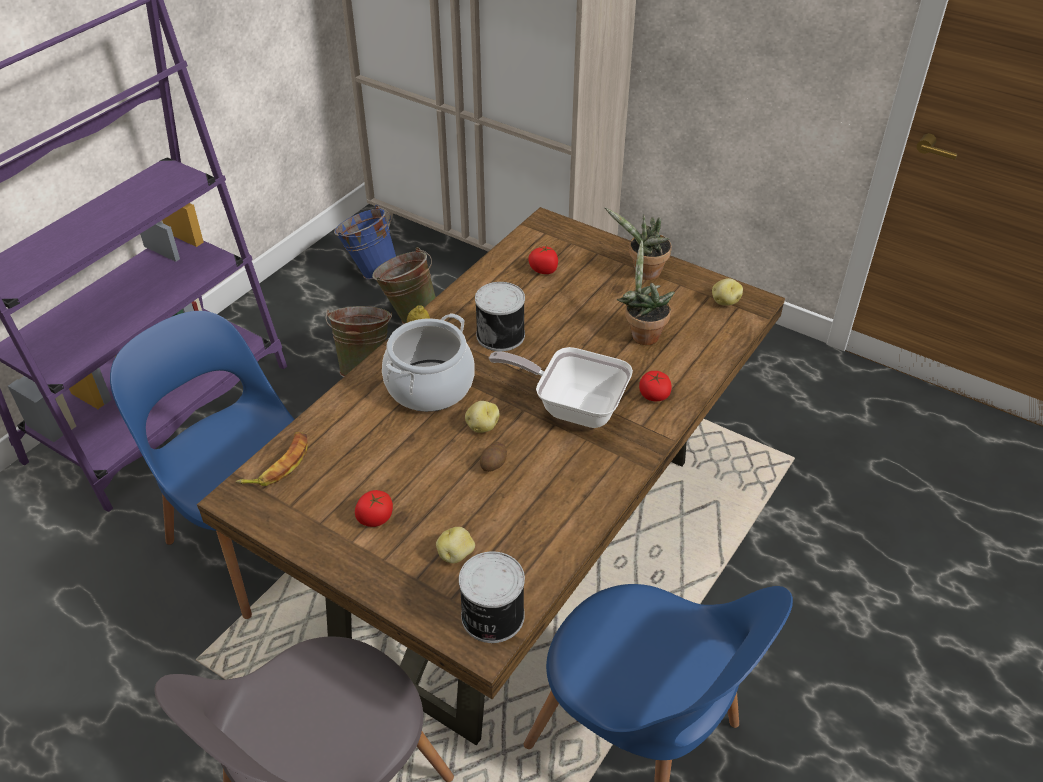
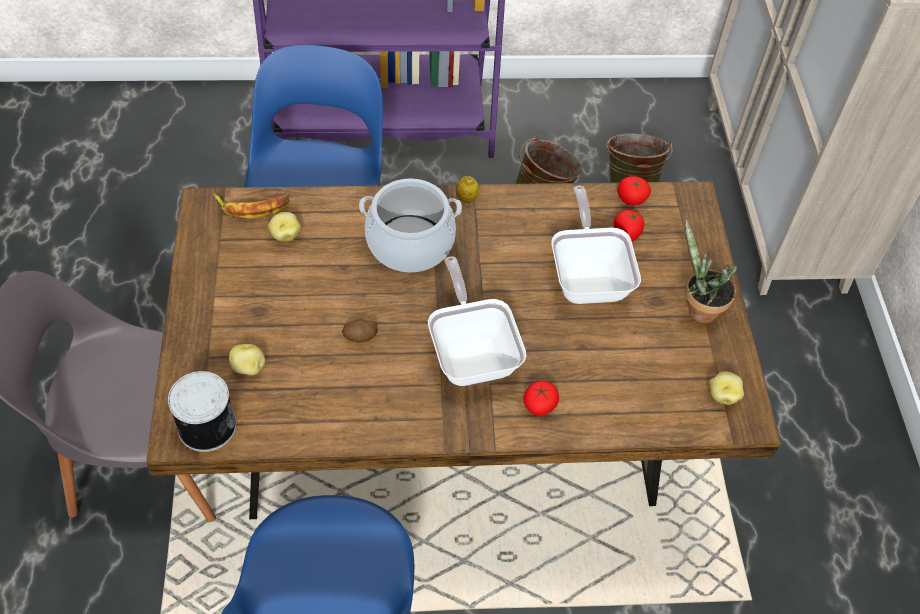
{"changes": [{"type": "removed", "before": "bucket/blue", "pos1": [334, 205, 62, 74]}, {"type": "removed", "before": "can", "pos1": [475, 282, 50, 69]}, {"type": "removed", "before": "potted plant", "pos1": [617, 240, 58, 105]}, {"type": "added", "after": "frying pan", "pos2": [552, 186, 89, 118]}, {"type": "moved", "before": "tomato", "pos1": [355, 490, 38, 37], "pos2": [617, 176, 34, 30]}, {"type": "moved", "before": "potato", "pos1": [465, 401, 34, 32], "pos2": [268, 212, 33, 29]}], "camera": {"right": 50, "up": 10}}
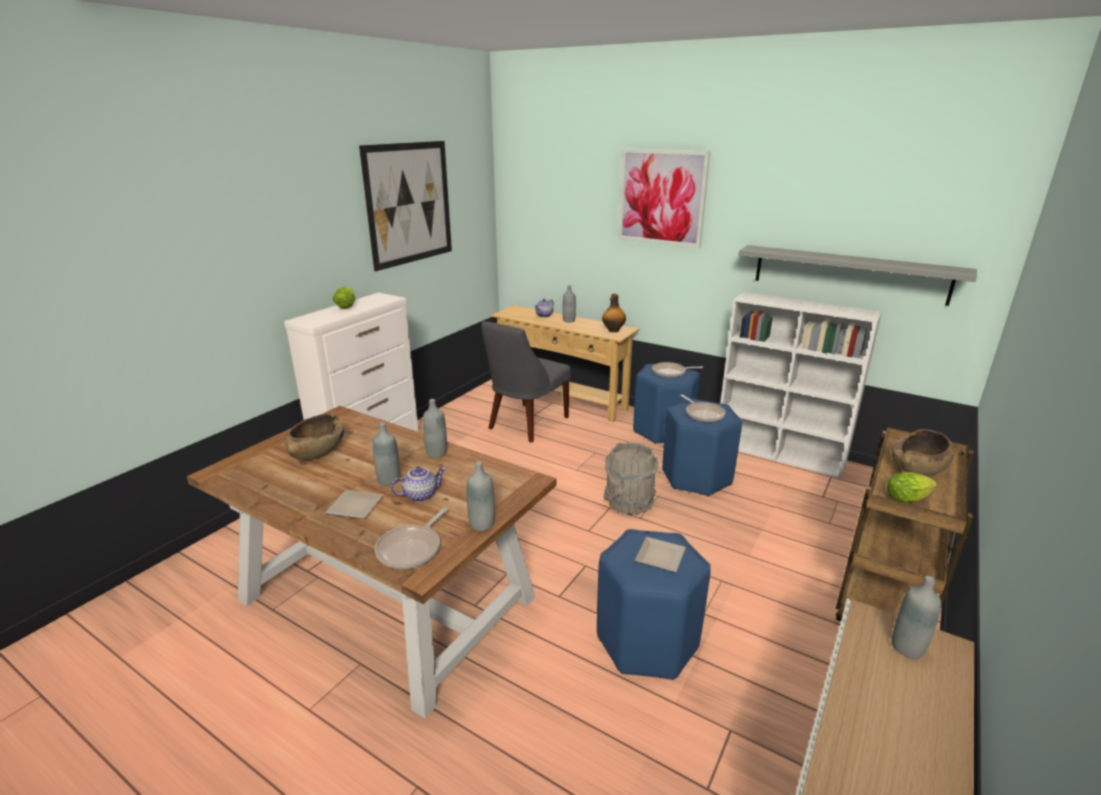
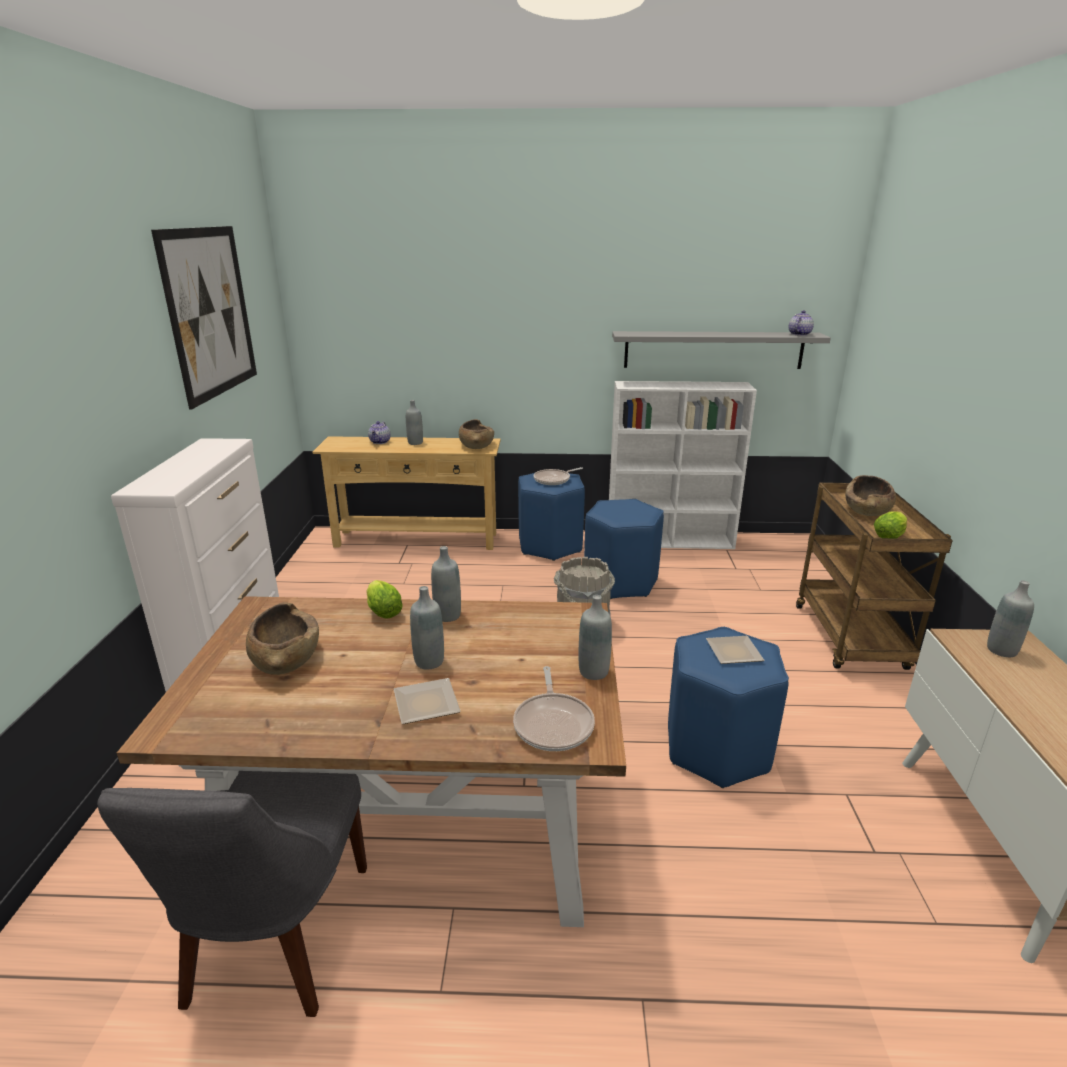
{"changes": [{"type": "removed", "before": "picture", "pos1": [618, 148, 92, 100]}, {"type": "removed", "before": "frying pan", "pos1": [680, 395, 45, 27]}, {"type": "moved", "before": "lettuce", "pos1": [333, 286, 22, 23], "pos2": [366, 580, 37, 39]}, {"type": "moved", "before": "teapot", "pos1": [391, 467, 55, 35], "pos2": [789, 310, 25, 26]}, {"type": "moved", "before": "chair/grey", "pos1": [481, 321, 90, 121], "pos2": [97, 771, 270, 246]}, {"type": "replaced", "before": "bottle", "after": "bowl/brown", "pos1": [602, 294, 24, 38], "pos2": [459, 419, 35, 30]}], "camera": {"right": -30, "up": 0}}
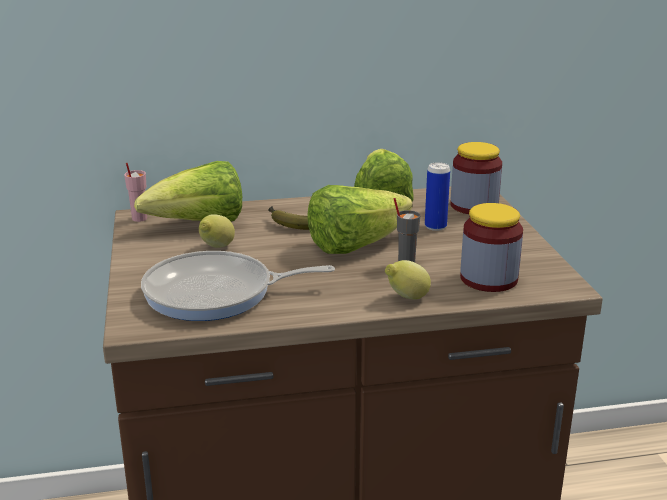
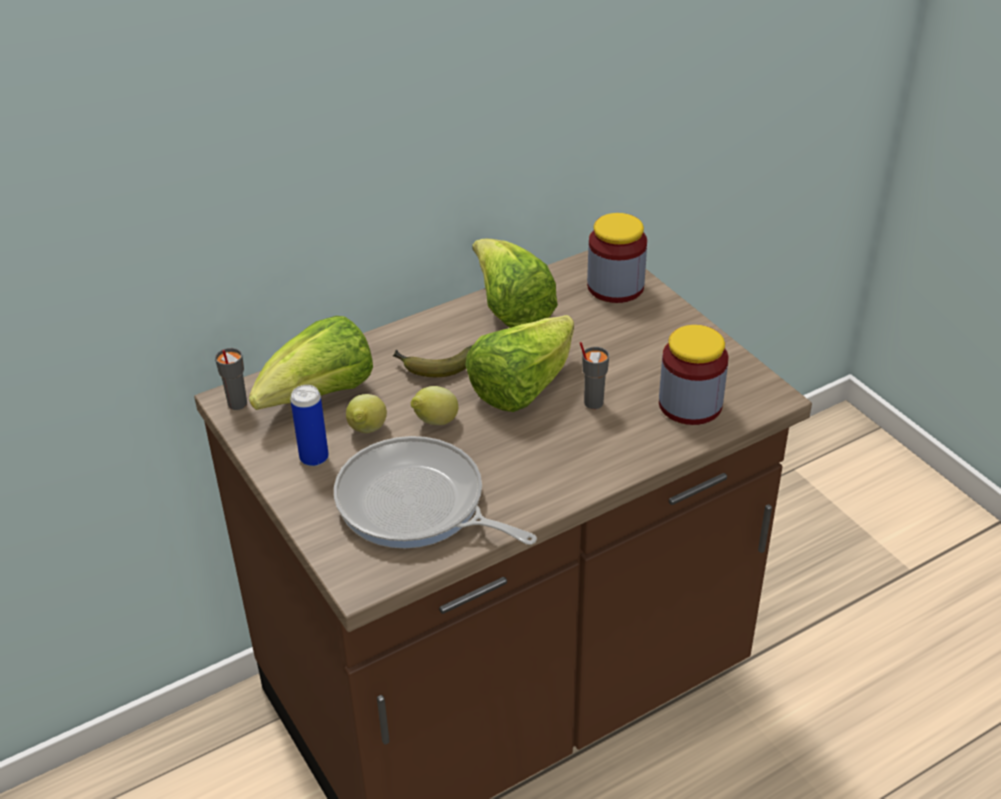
{"changes": [{"type": "moved", "before": "lemon", "pos1": [385, 260, 46, 39], "pos2": [411, 386, 47, 39]}, {"type": "moved", "before": "can", "pos1": [425, 162, 25, 69], "pos2": [290, 385, 39, 82]}, {"type": "recoloured", "before": "cup/pink", "after": "cup/grey", "pos1": [124, 163, 23, 59], "pos2": [215, 348, 32, 62]}, {"type": "turned", "before": "frying pan", "pos1": [141, 251, 194, 70], "pos2": [334, 436, 203, 112], "turn": 60}], "camera": {"right": -20, "up": 15}}
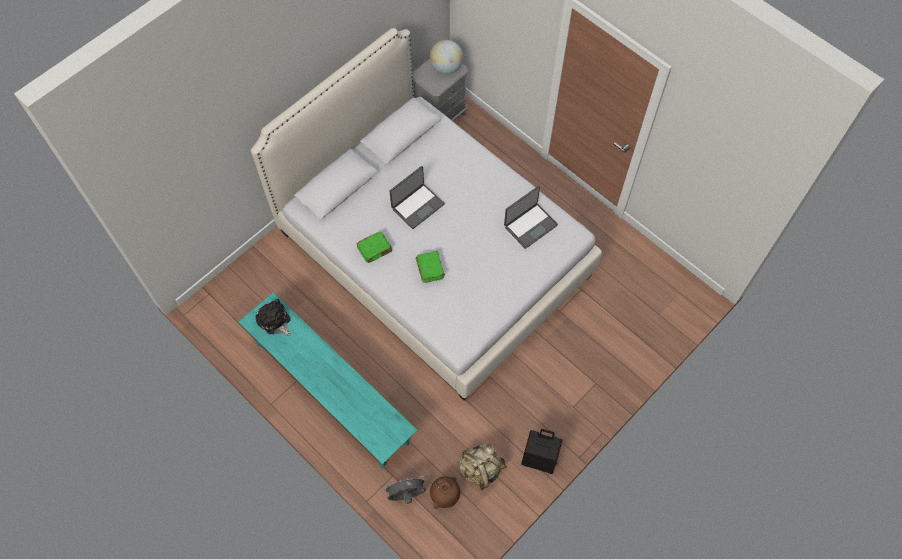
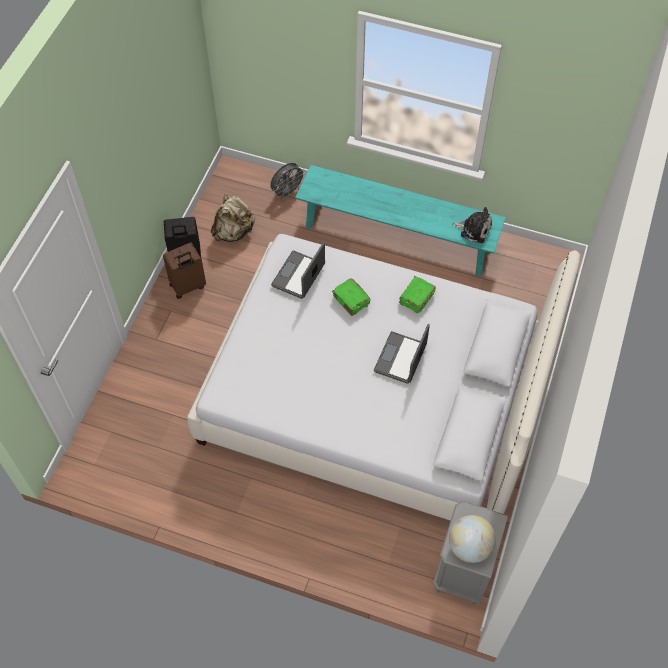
{"changes": [{"type": "removed", "before": "vase/brown", "pos1": [430, 476, 30, 33]}, {"type": "added", "after": "suitcase/brown", "pos2": [163, 243, 43, 56]}, {"type": "moved", "before": "laptop", "pos1": [504, 186, 54, 63], "pos2": [271, 242, 54, 57]}], "camera": {"right": 155, "up": -5}}
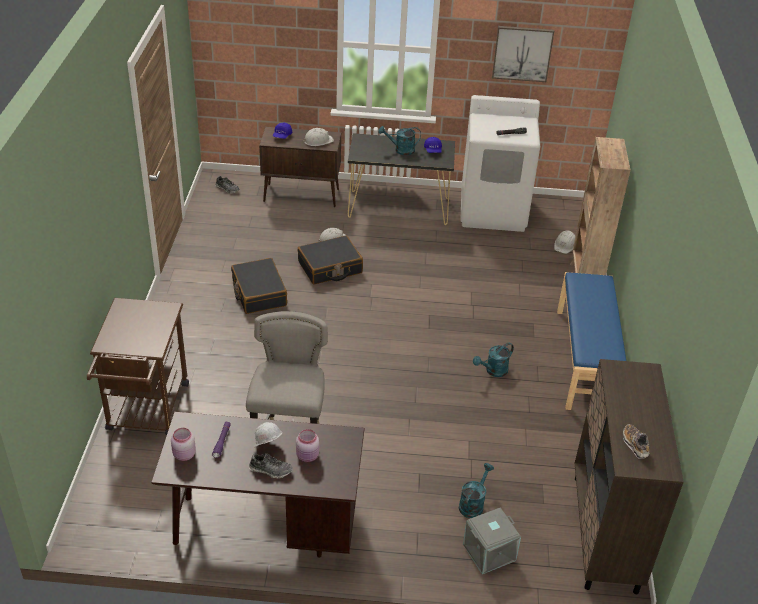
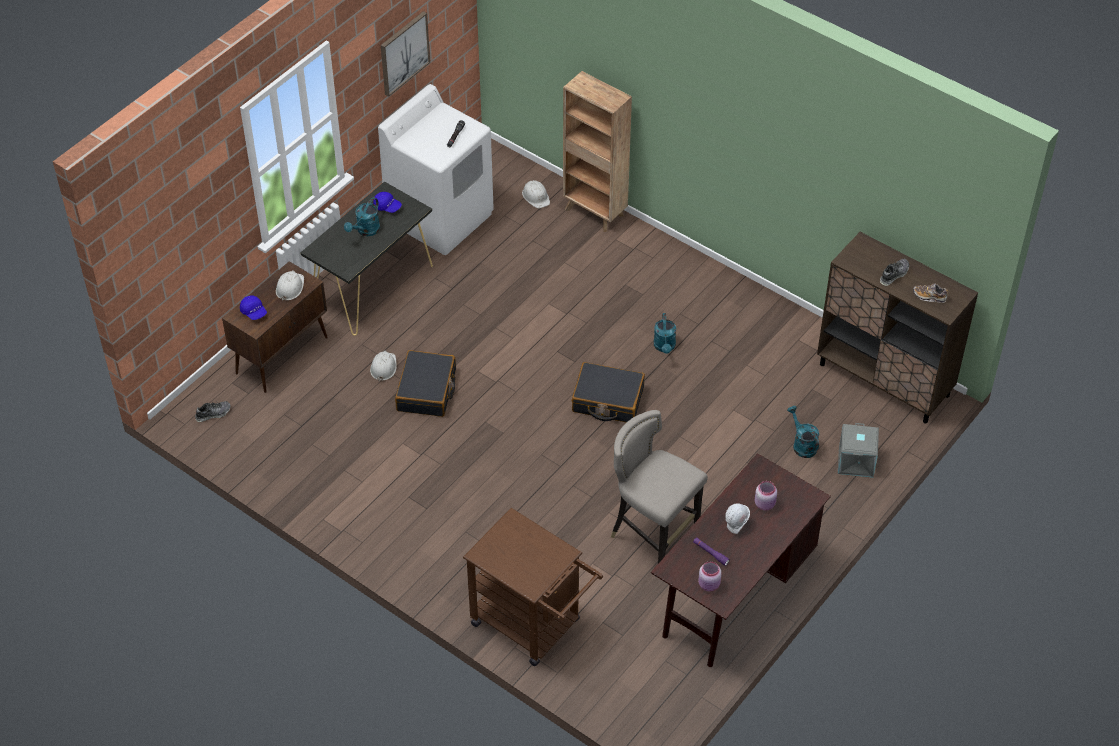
{"changes": [{"type": "removed", "before": "bench/blue", "pos1": [557, 272, 69, 138]}, {"type": "moved", "before": "suitcase/black", "pos1": [231, 258, 56, 56], "pos2": [572, 362, 73, 61]}, {"type": "moved", "before": "shoe", "pos1": [249, 453, 44, 25], "pos2": [880, 259, 29, 27]}], "camera": {"right": -55, "up": 10}}
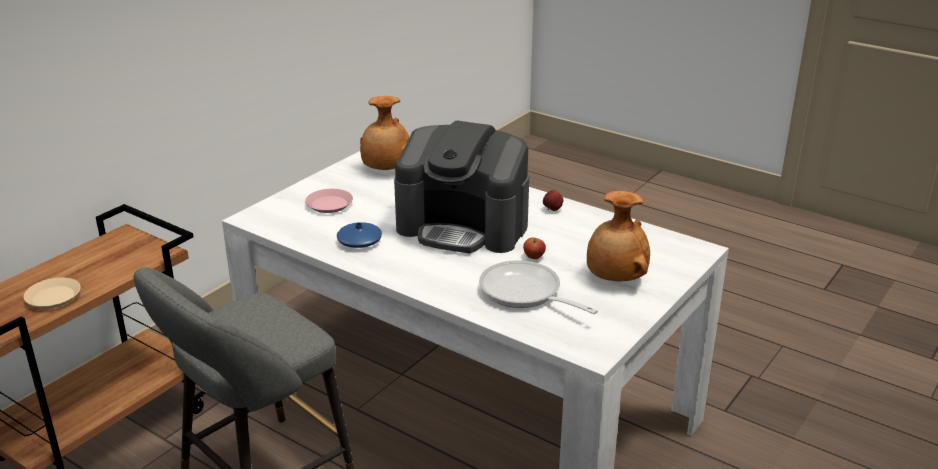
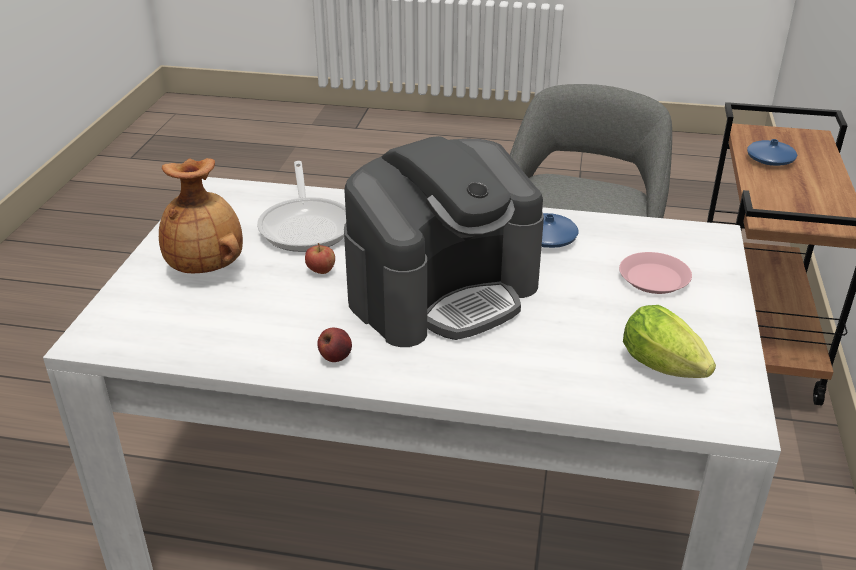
{"changes": [{"type": "replaced", "before": "plate/beige", "after": "vase/blue", "pos1": [24, 278, 57, 31], "pos2": [747, 139, 50, 27]}, {"type": "replaced", "before": "vase/brown", "after": "lettuce", "pos1": [360, 96, 49, 74], "pos2": [623, 305, 93, 73]}, {"type": "turned", "before": "coffee machine", "pos1": [394, 121, 135, 133], "pos2": [344, 136, 200, 211], "turn": 150}, {"type": "turned", "before": "frying pan", "pos1": [479, 260, 119, 54], "pos2": [257, 161, 89, 91], "turn": 60}], "camera": {"right": 155, "up": 5}}
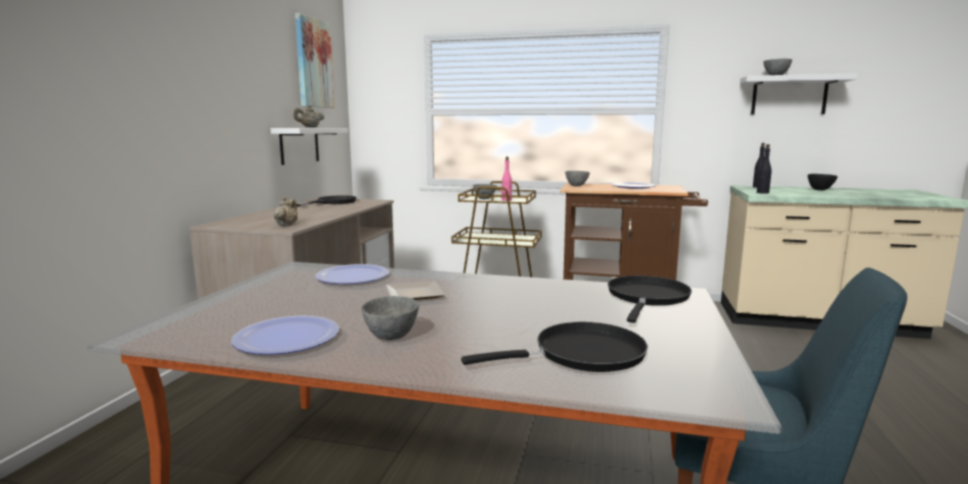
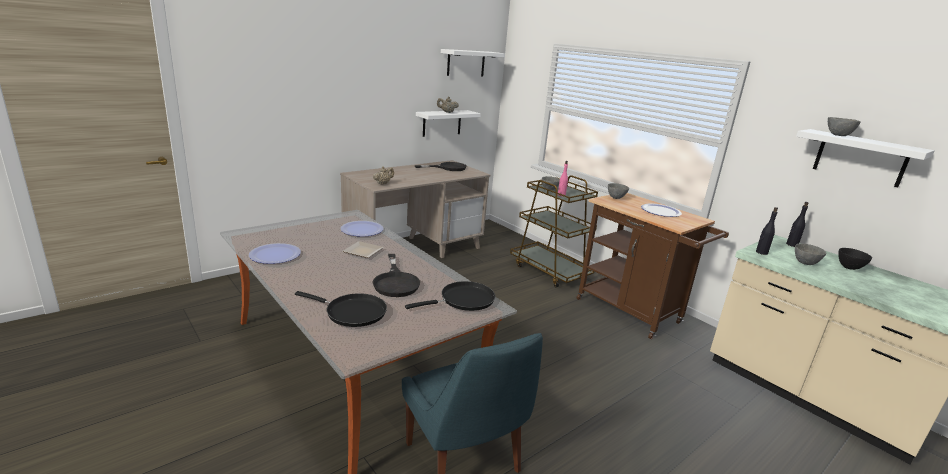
{"changes": [{"type": "added", "after": "frying pan/black", "pos2": [372, 254, 48, 43]}, {"type": "moved", "before": "bowl/grey", "pos1": [361, 296, 58, 44], "pos2": [795, 244, 31, 21]}, {"type": "replaced", "before": "picture", "after": "shelf/white", "pos1": [295, 13, 40, 95], "pos2": [441, 49, 64, 27]}], "camera": {"right": 35, "up": 10}}
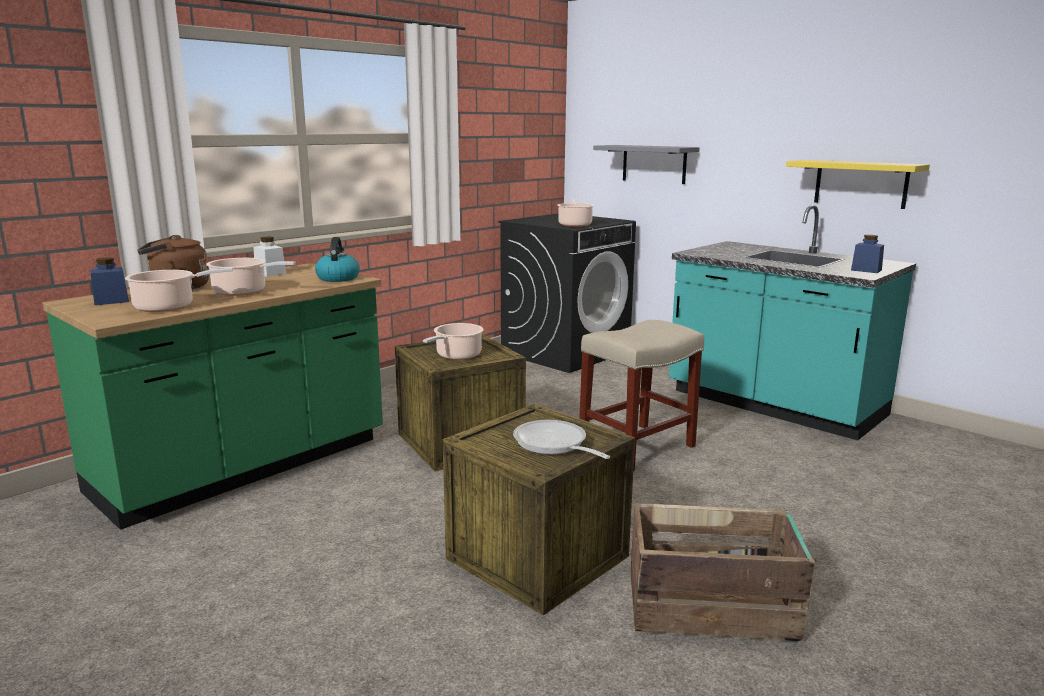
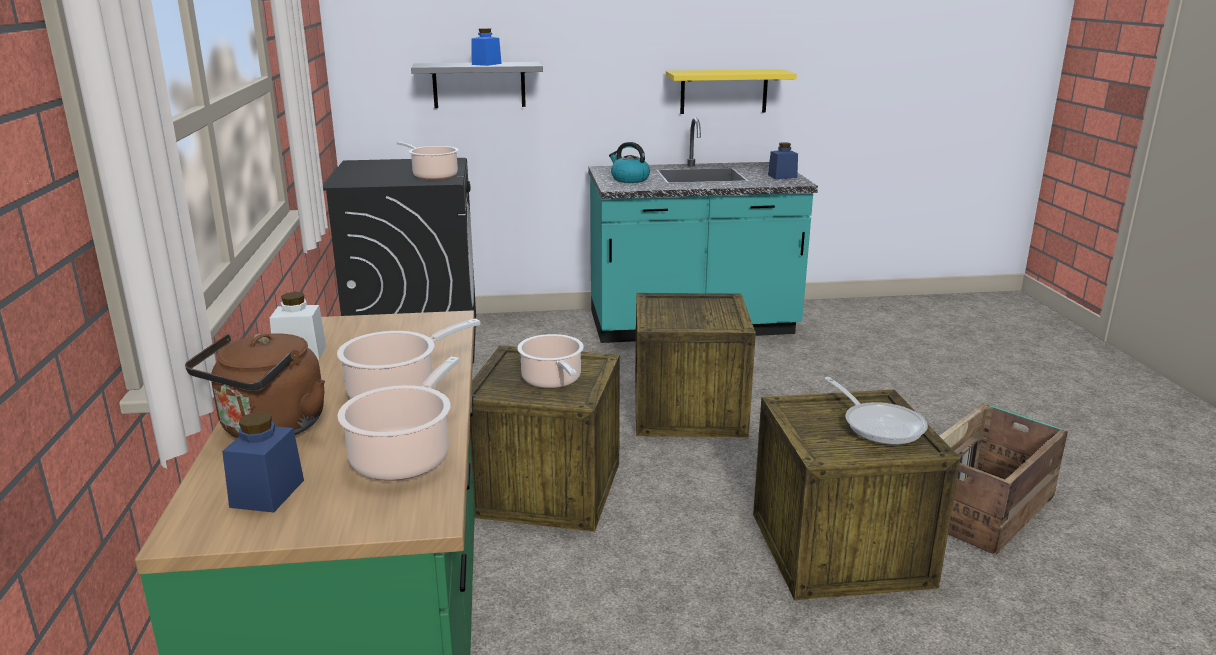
{"changes": [{"type": "added", "after": "jar/blue", "pos2": [471, 28, 31, 38]}, {"type": "moved", "before": "kettle", "pos1": [315, 237, 45, 45], "pos2": [609, 142, 41, 41]}, {"type": "replaced", "before": "stool/beige", "after": "crate", "pos1": [579, 320, 125, 151], "pos2": [635, 293, 121, 144]}, {"type": "turned", "before": "frying pan", "pos1": [513, 420, 97, 39], "pos2": [824, 377, 104, 68], "turn": -120}], "camera": {"right": -50, "up": 5}}
